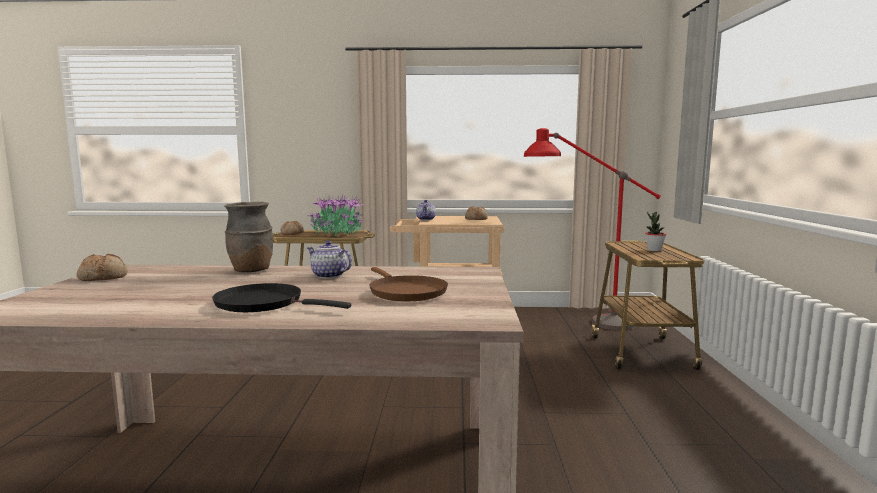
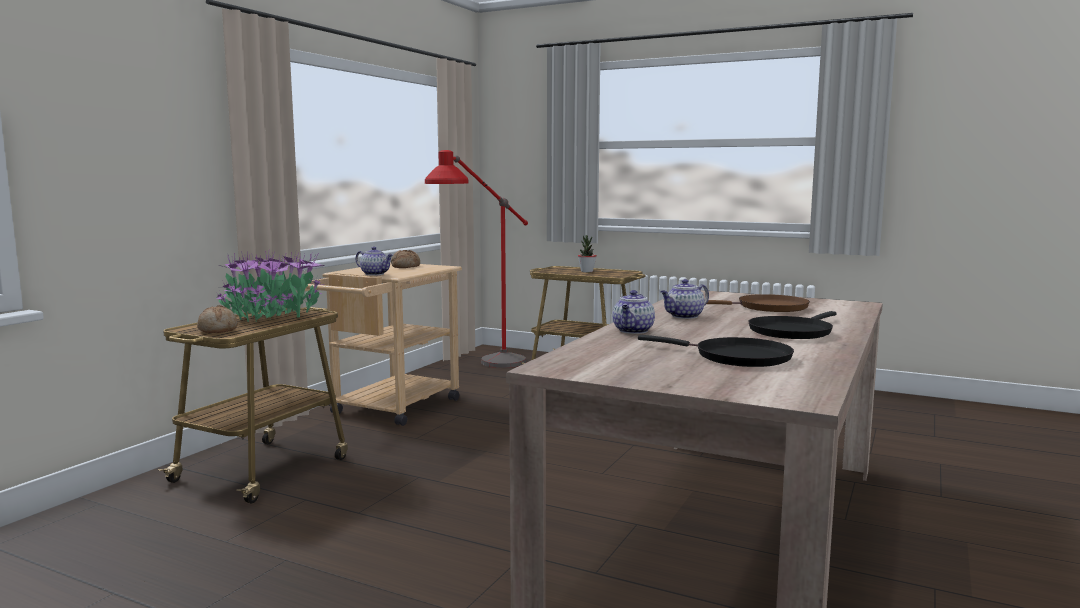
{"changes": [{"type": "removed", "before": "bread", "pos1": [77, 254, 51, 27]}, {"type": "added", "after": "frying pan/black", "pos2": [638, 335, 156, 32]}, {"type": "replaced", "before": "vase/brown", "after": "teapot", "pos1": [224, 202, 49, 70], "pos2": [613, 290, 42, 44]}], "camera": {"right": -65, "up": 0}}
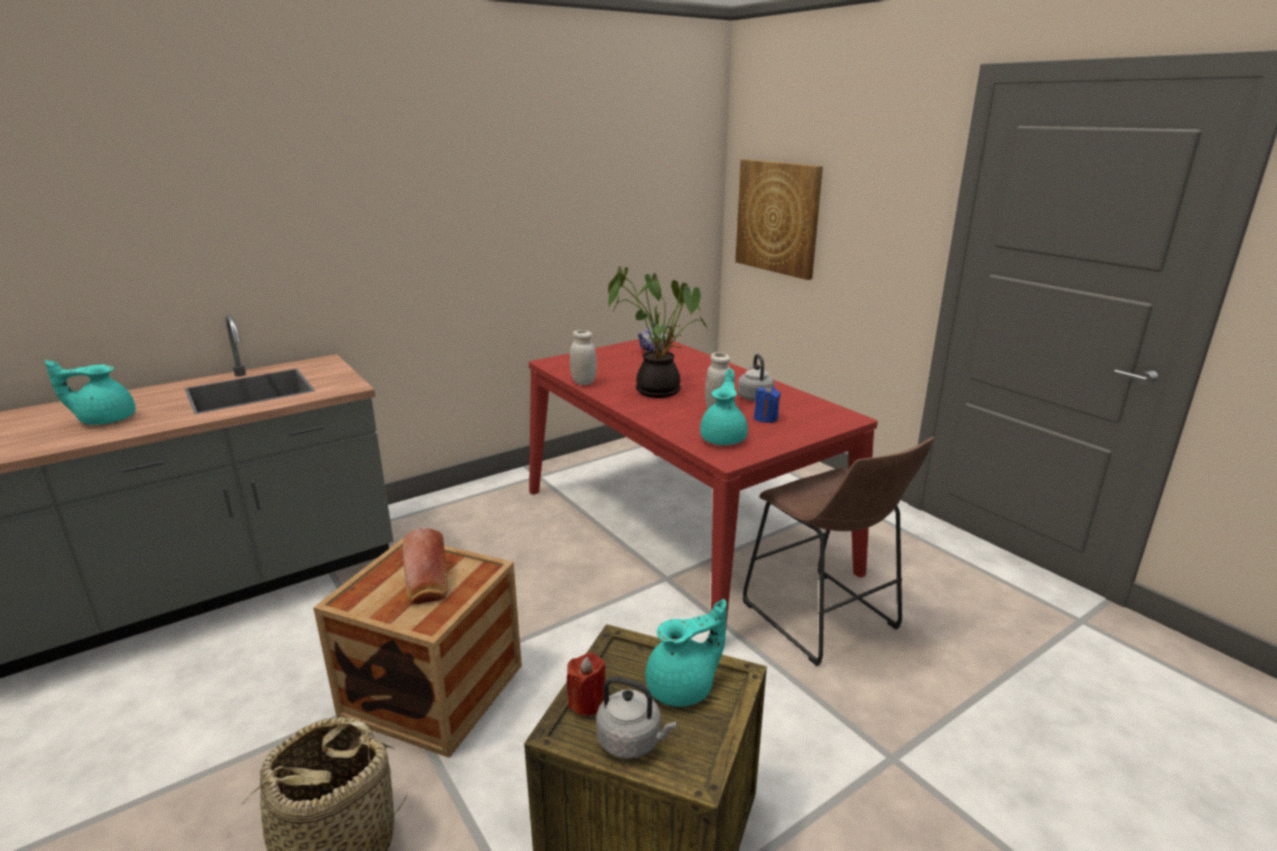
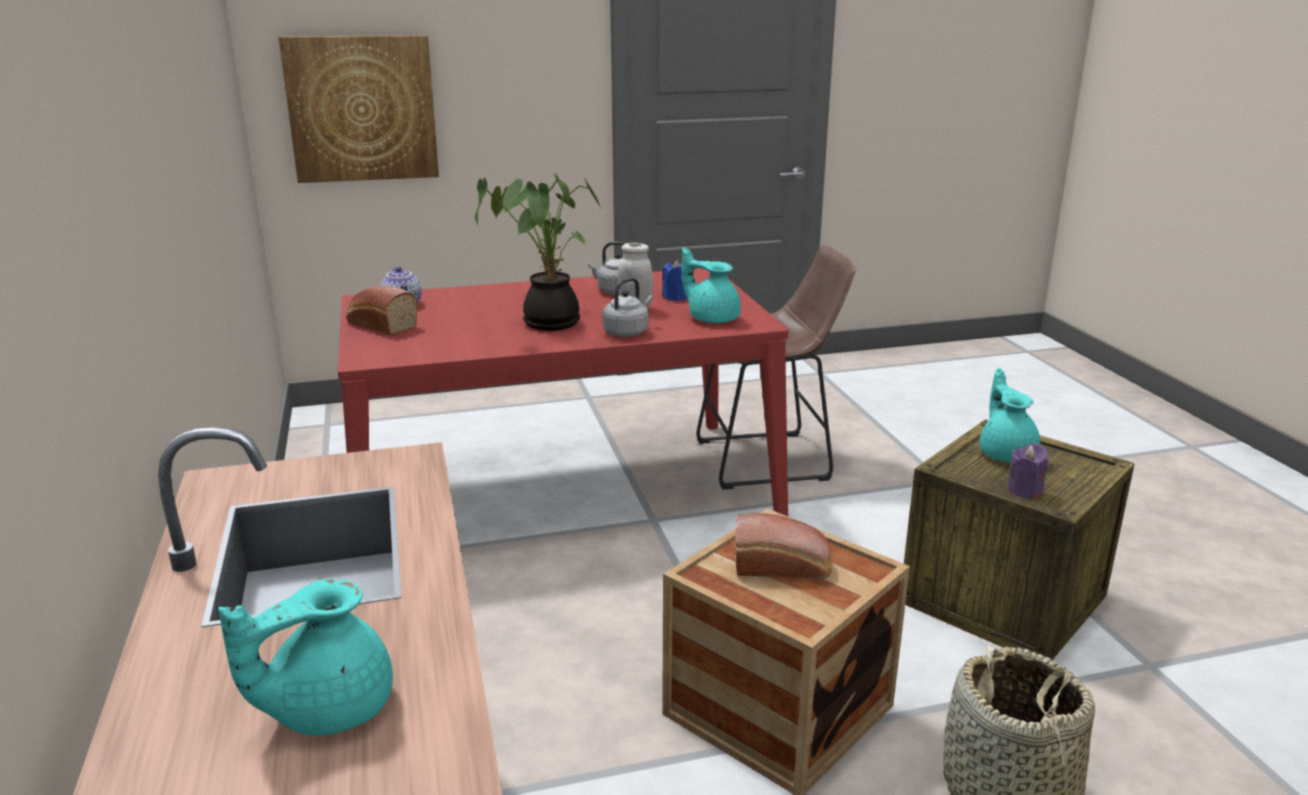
{"changes": [{"type": "removed", "before": "jar/white", "pos1": [570, 330, 27, 55]}, {"type": "added", "after": "bread", "pos2": [346, 286, 72, 49]}, {"type": "moved", "before": "kettle/grey", "pos1": [596, 677, 81, 82], "pos2": [602, 277, 51, 60]}, {"type": "recoloured", "before": "candle/red", "after": "candle/purple", "pos1": [567, 652, 39, 64], "pos2": [1008, 443, 41, 56]}, {"type": "turned", "before": "teapot/turquoise", "pos1": [45, 360, 91, 65], "pos2": [218, 579, 175, 157], "turn": 45}], "camera": {"right": -70, "up": 0}}
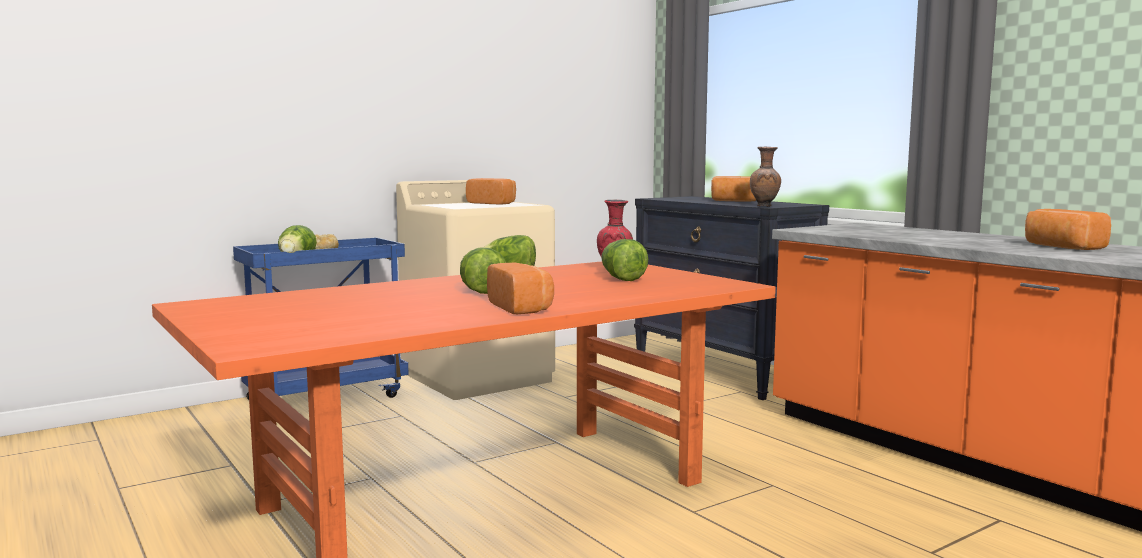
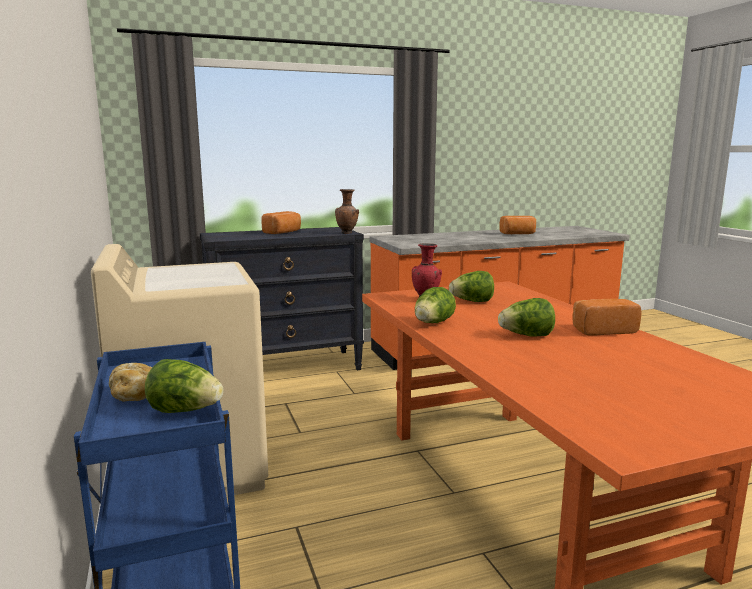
{"changes": [{"type": "removed", "before": "bread", "pos1": [466, 178, 50, 27]}], "camera": {"right": -75, "up": 5}}
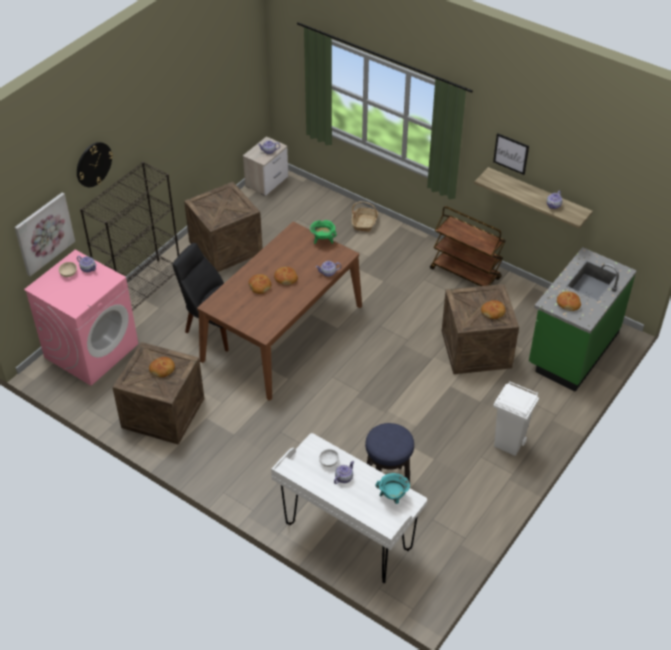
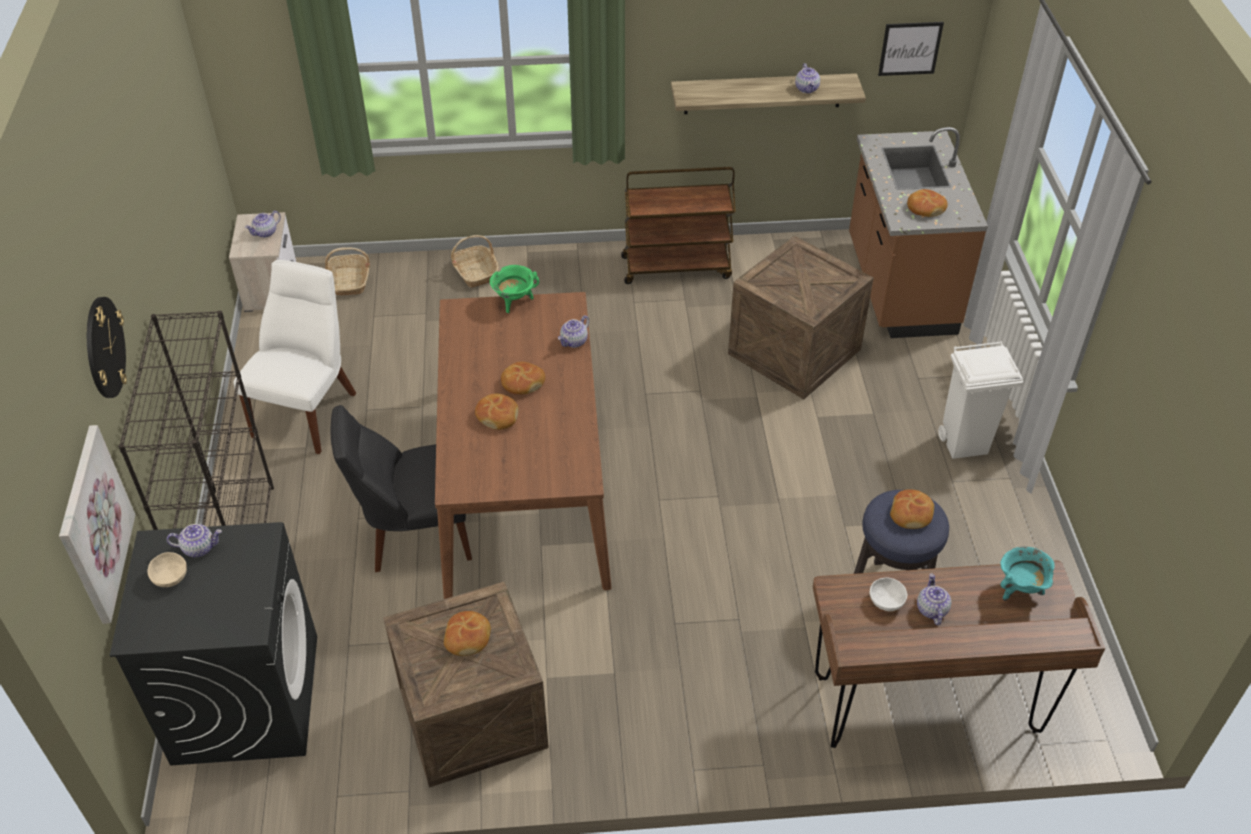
{"changes": [{"type": "added", "after": "basket", "pos2": [325, 247, 45, 48]}, {"type": "moved", "before": "bread", "pos1": [481, 300, 25, 19], "pos2": [890, 489, 44, 40]}, {"type": "moved", "before": "picture", "pos1": [493, 133, 36, 42], "pos2": [878, 22, 66, 54]}, {"type": "replaced", "before": "crate", "after": "chair/white", "pos1": [184, 182, 79, 90], "pos2": [233, 260, 123, 194]}, {"type": "recoloured", "before": "washing machine/pink", "after": "washing machine/black", "pos1": [24, 250, 114, 136], "pos2": [109, 522, 208, 244]}, {"type": "recoloured", "before": "desk/white", "after": "desk/brown", "pos1": [271, 433, 156, 150], "pos2": [813, 561, 292, 187]}, {"type": "recoloured", "before": "counter/green", "after": "counter/brown", "pos1": [529, 247, 107, 145], "pos2": [849, 127, 139, 211]}], "camera": {"right": -40, "up": 0}}
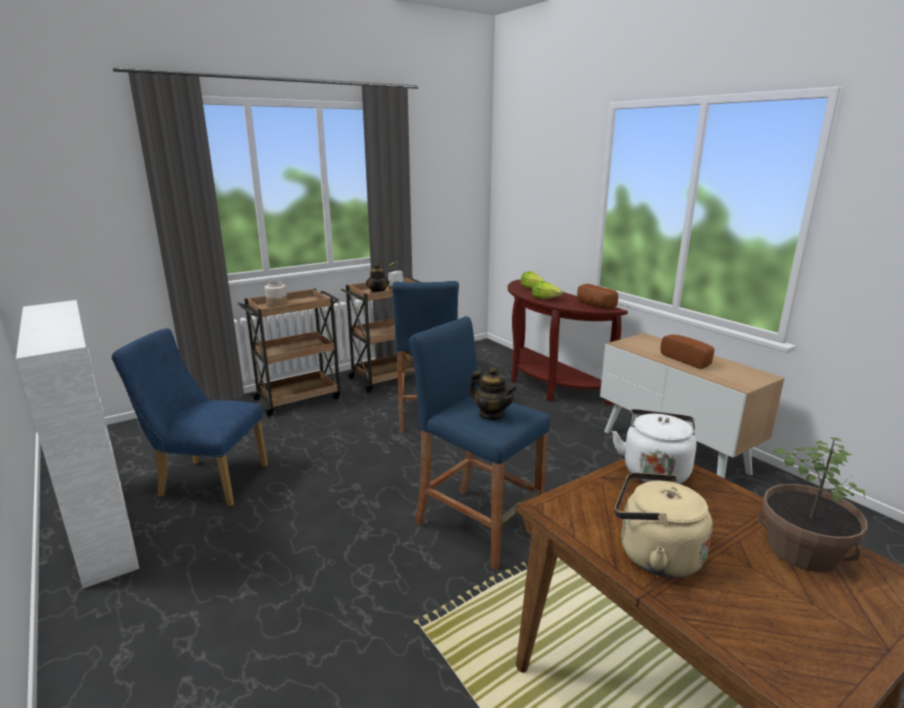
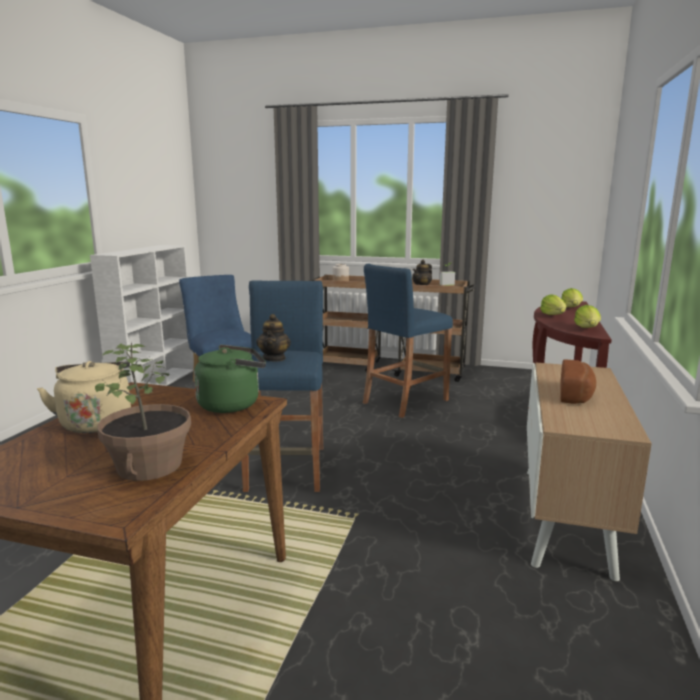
{"changes": [{"type": "replaced", "before": "bread", "after": "lettuce", "pos1": [577, 284, 41, 25], "pos2": [574, 305, 27, 23]}, {"type": "recoloured", "before": "kettle/white", "after": "kettle/green", "pos1": [612, 409, 85, 75], "pos2": [194, 345, 72, 68]}], "camera": {"right": 50, "up": -5}}
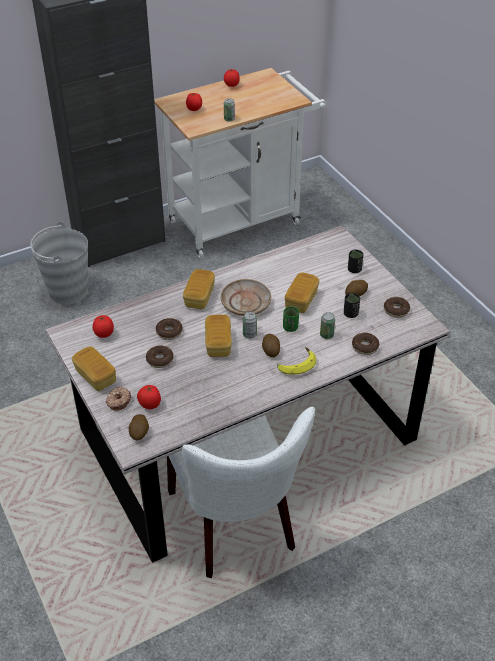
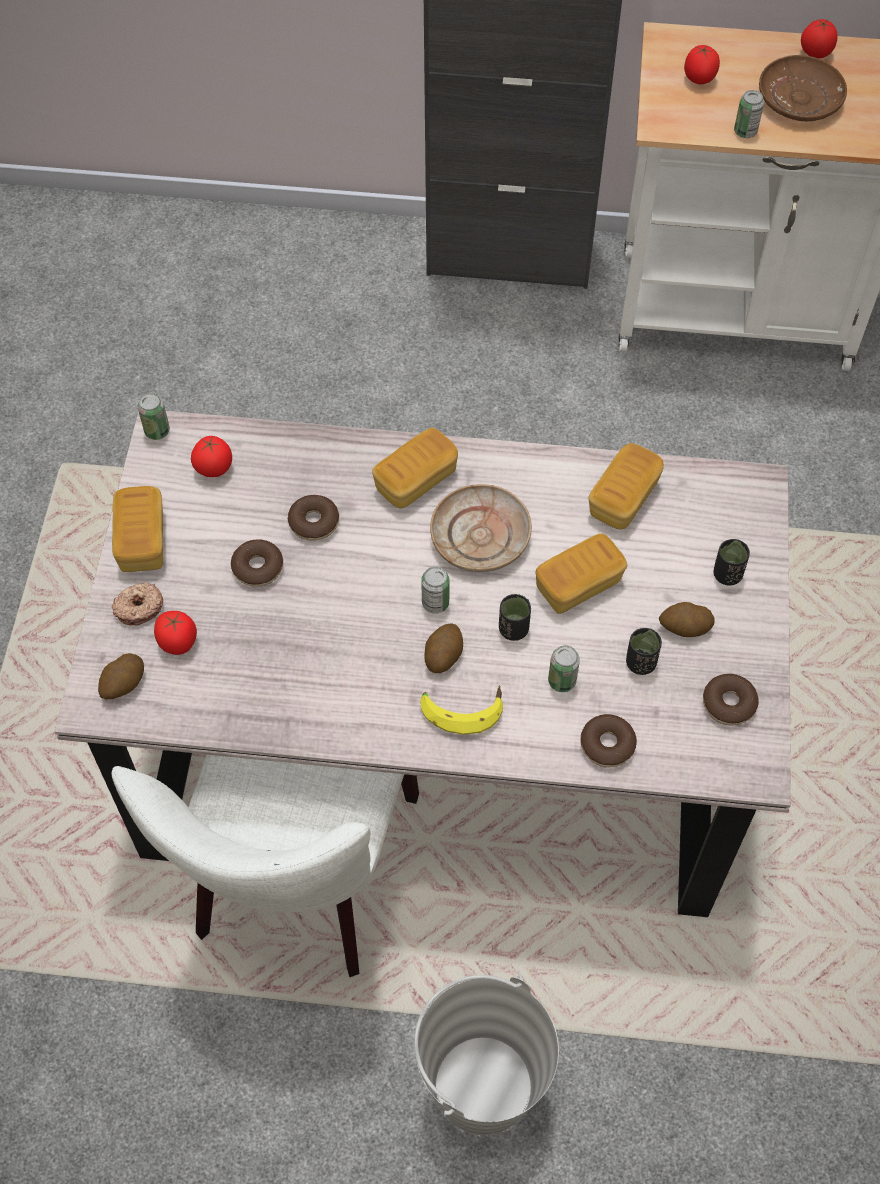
{"changes": [{"type": "added", "after": "can", "pos2": [138, 393, 32, 47]}, {"type": "added", "after": "plate/brown", "pos2": [759, 55, 88, 66]}, {"type": "moved", "before": "bucket/grey", "pos1": [30, 222, 58, 83], "pos2": [414, 974, 145, 162]}, {"type": "moved", "before": "bread", "pos1": [205, 315, 27, 42], "pos2": [588, 443, 76, 87]}, {"type": "recoloured", "before": "cup/green", "after": "cup/black", "pos1": [283, 307, 16, 25], "pos2": [499, 594, 32, 47]}], "camera": {"right": 35, "up": 15}}
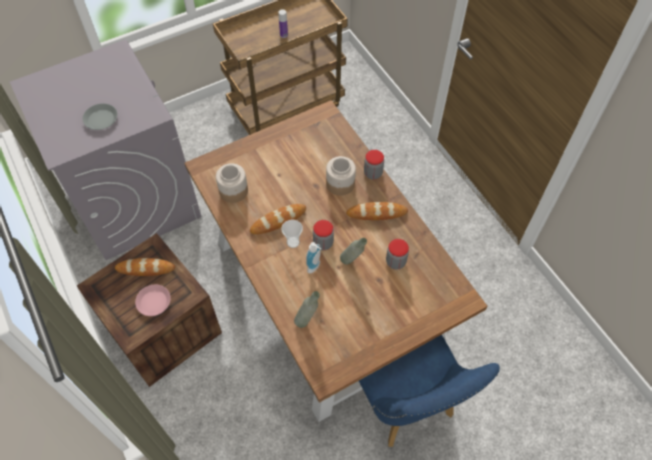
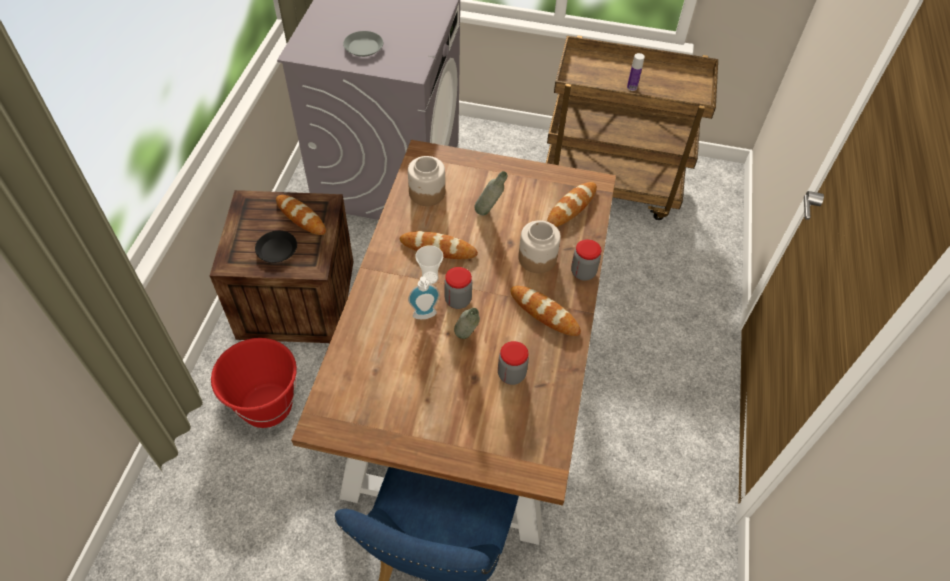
{"changes": [{"type": "added", "after": "bucket/red", "pos2": [211, 338, 86, 90]}, {"type": "added", "after": "bread", "pos2": [547, 182, 50, 45]}, {"type": "moved", "before": "bottle/grey", "pos1": [294, 291, 26, 37], "pos2": [474, 171, 33, 44]}, {"type": "recoloured", "before": "plate/pink", "after": "plate/black", "pos1": [135, 285, 36, 31], "pos2": [255, 231, 42, 32]}], "camera": {"right": 40, "up": -5}}
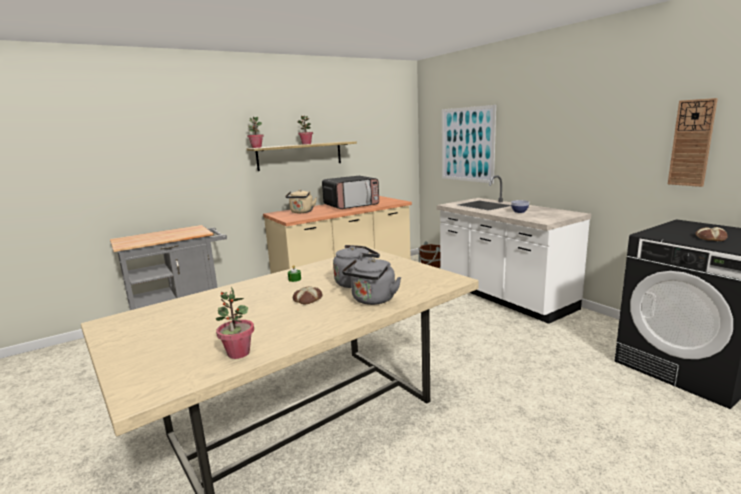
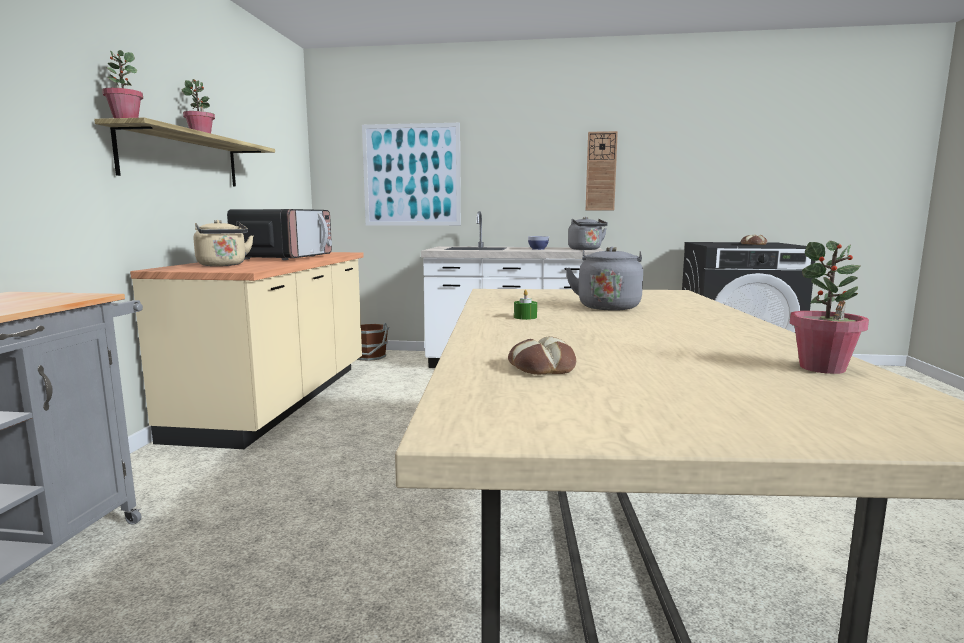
{"changes": [{"type": "moved", "before": "bread", "pos1": [293, 286, 29, 18], "pos2": [508, 336, 68, 39]}, {"type": "moved", "before": "kettle/grey", "pos1": [342, 258, 59, 47], "pos2": [568, 217, 40, 33]}, {"type": "moved", "before": "wall clock", "pos1": [668, 98, 50, 89], "pos2": [586, 131, 32, 79]}], "camera": {"right": -50, "up": -5}}
